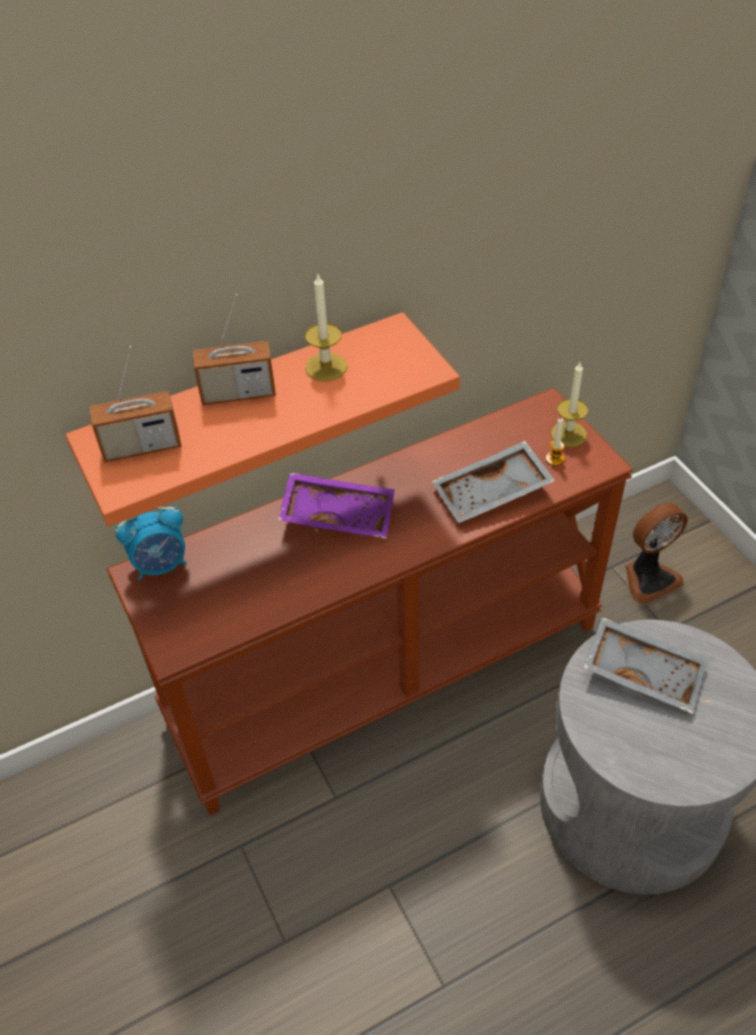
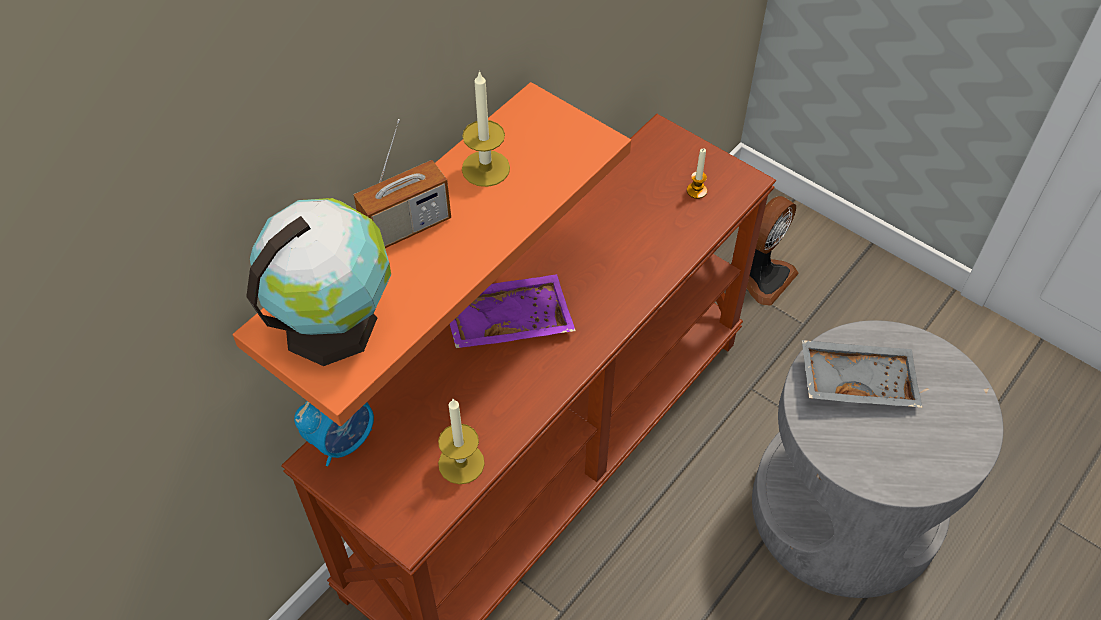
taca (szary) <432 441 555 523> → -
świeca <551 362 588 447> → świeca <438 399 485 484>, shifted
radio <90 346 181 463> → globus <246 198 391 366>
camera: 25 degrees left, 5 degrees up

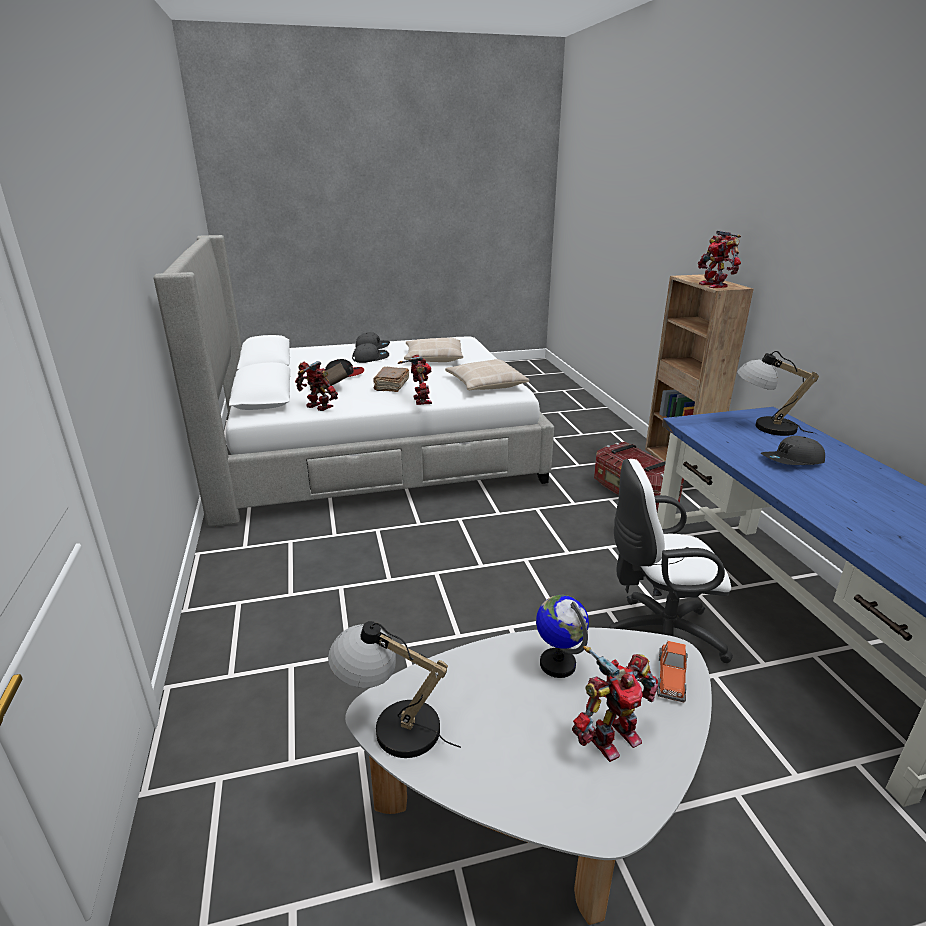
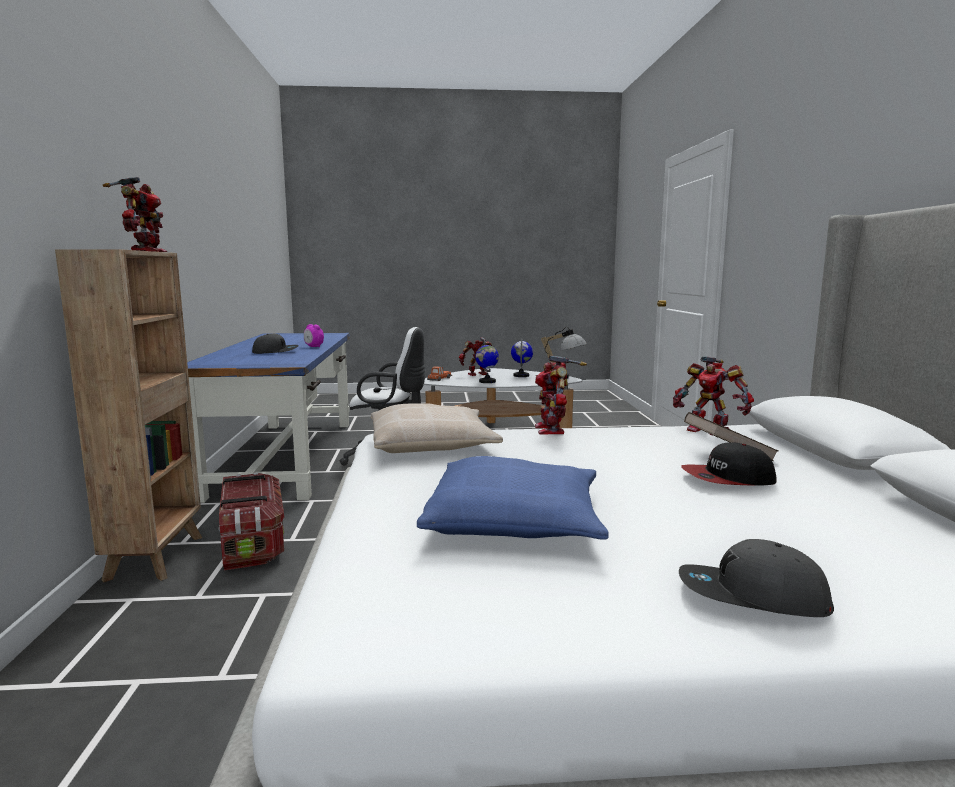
czapka z daszkiem (szary) <352 343 389 363> → -
książka (brązowy) <373 367 409 392> → -
lampa stołowa <737 351 819 436> → -
- → budzik <304 324 324 347>
- → globus <511 339 533 377>
poduszka (beżowy) <404 338 463 362> → poduszka (niebieski) <417 456 609 540>
camera: 170 degrees left, 15 degrees down

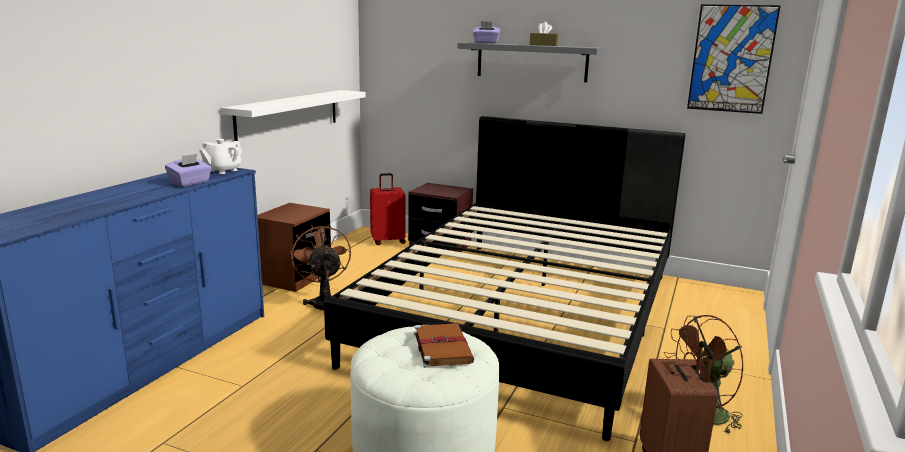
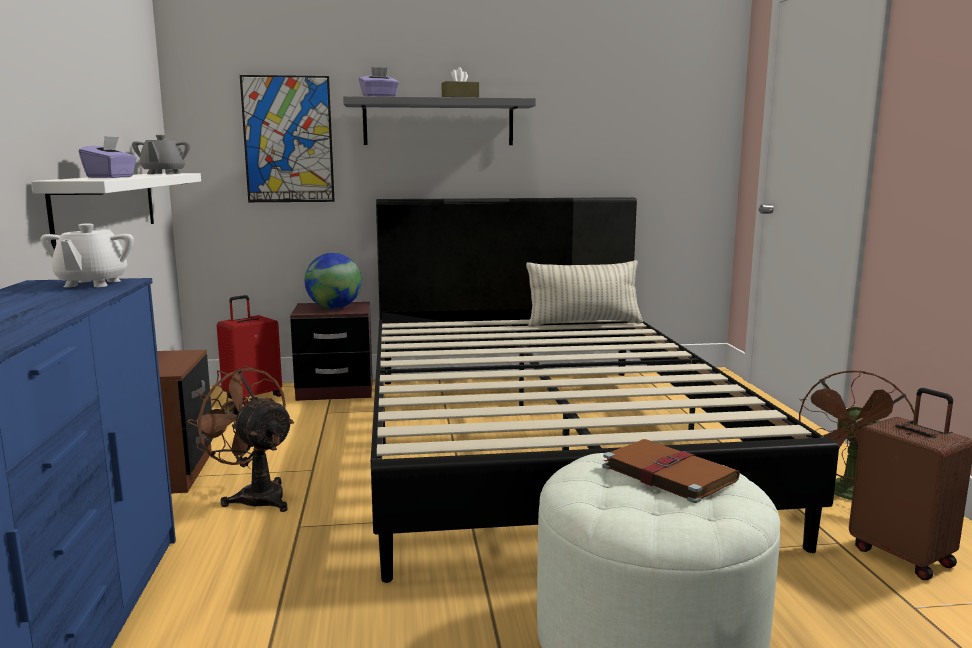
- → imbryk (szary) <132 135 190 174>
- → globus <305 253 362 309>
- → poduszka <526 260 643 327>
pudełko chusteczek (fioletowy) <165 154 212 187> → pudełko chusteczek (fioletowy) <79 136 137 178>, shifted
obraz <687 4 781 114> → obraz <240 75 335 202>, shifted
camera: 30 degrees left, 5 degrees down

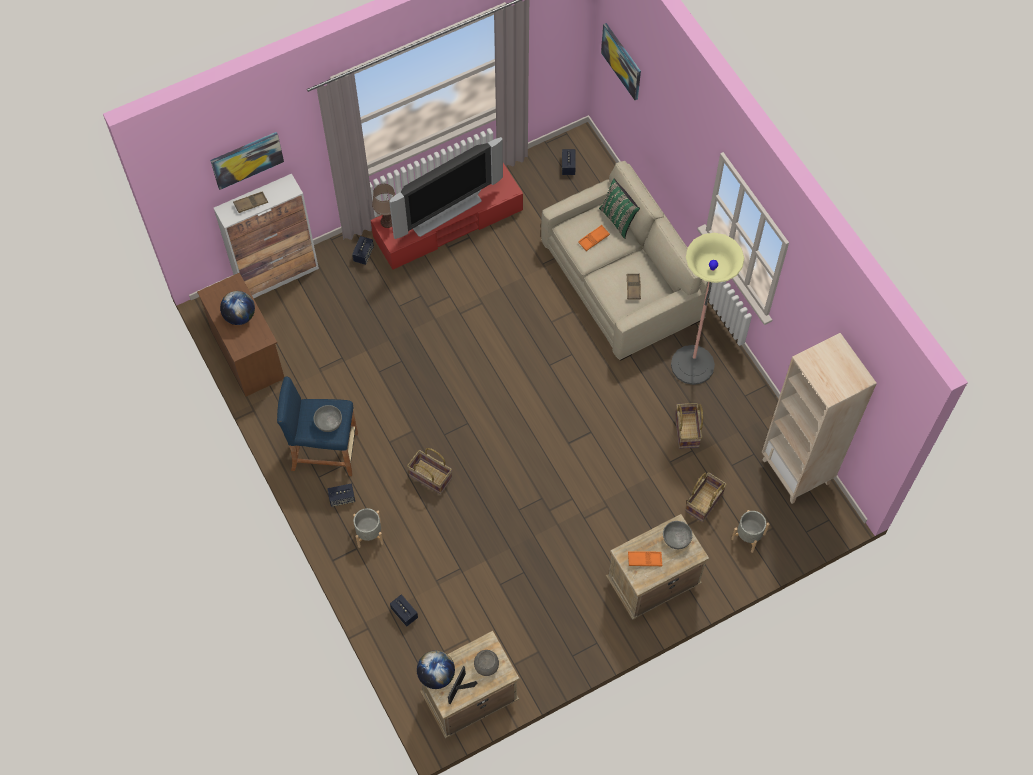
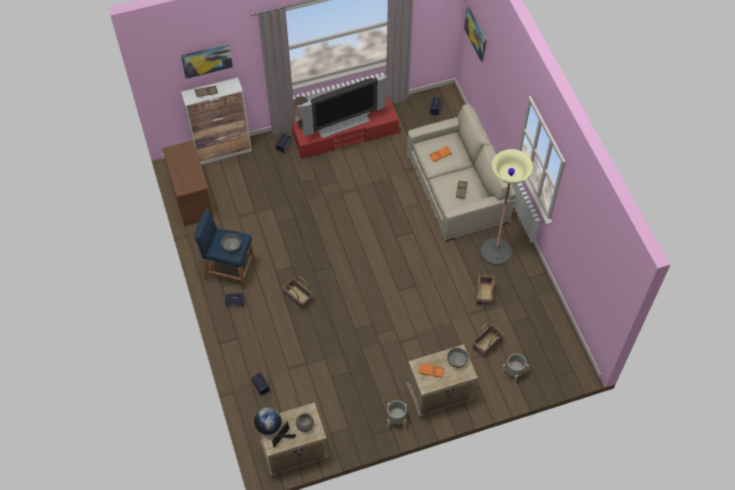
globus <220 291 255 325> → -
poduszka (zielony) <599 179 640 239> → -
regał (beżowy) <762 333 877 504> → -
donica (szary) <353 508 384 548> → donica (szary) <387 401 407 429>, shifted
camera: 10 degrees right, 5 degrees down

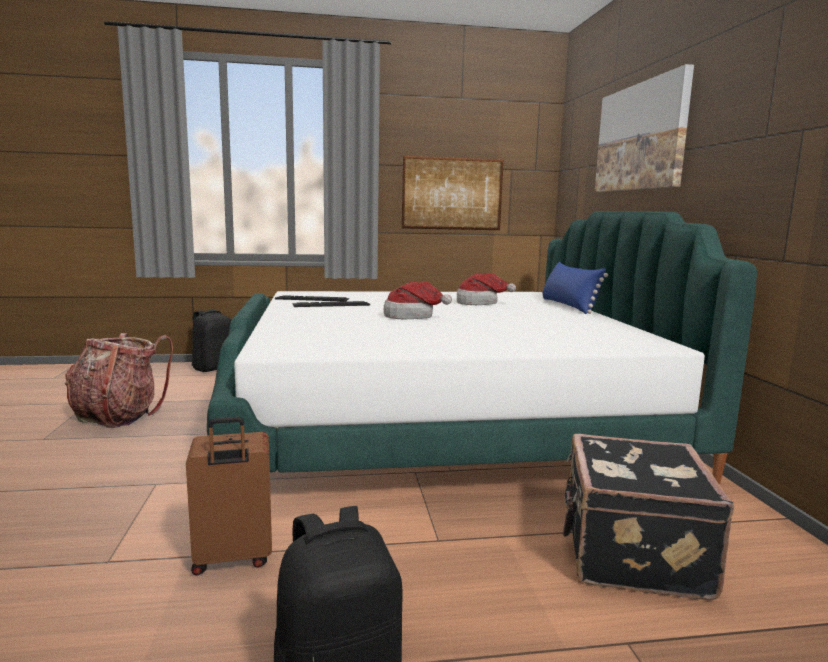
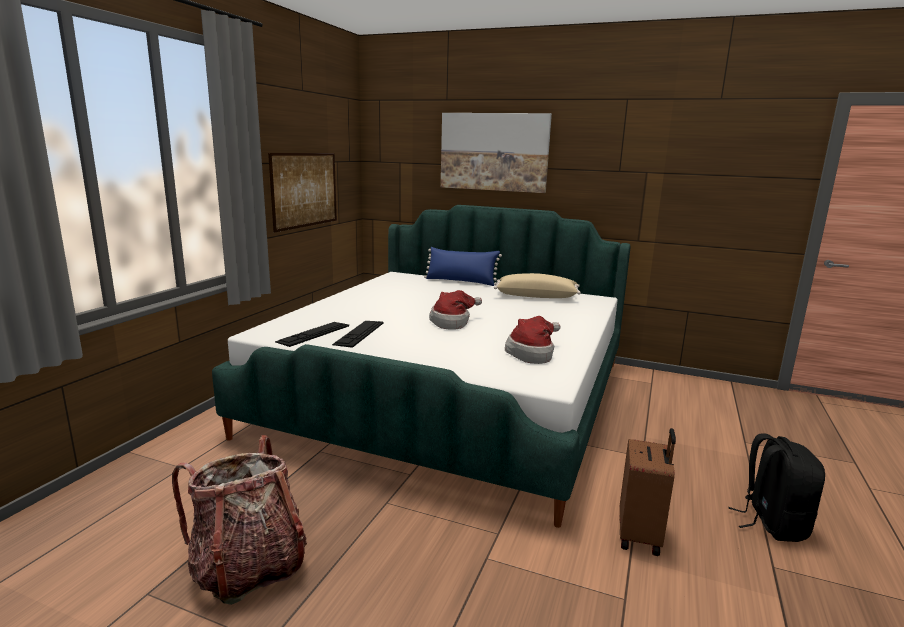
plecak (czarny) <192 309 232 372> → -
walizka (czarny) <563 434 734 600> → -
- → poduszka (beżowy) <494 273 581 298>
kapelusz <457 273 516 305> → kapelusz <505 316 560 364>, shifted
camera: 60 degrees left, 5 degrees up

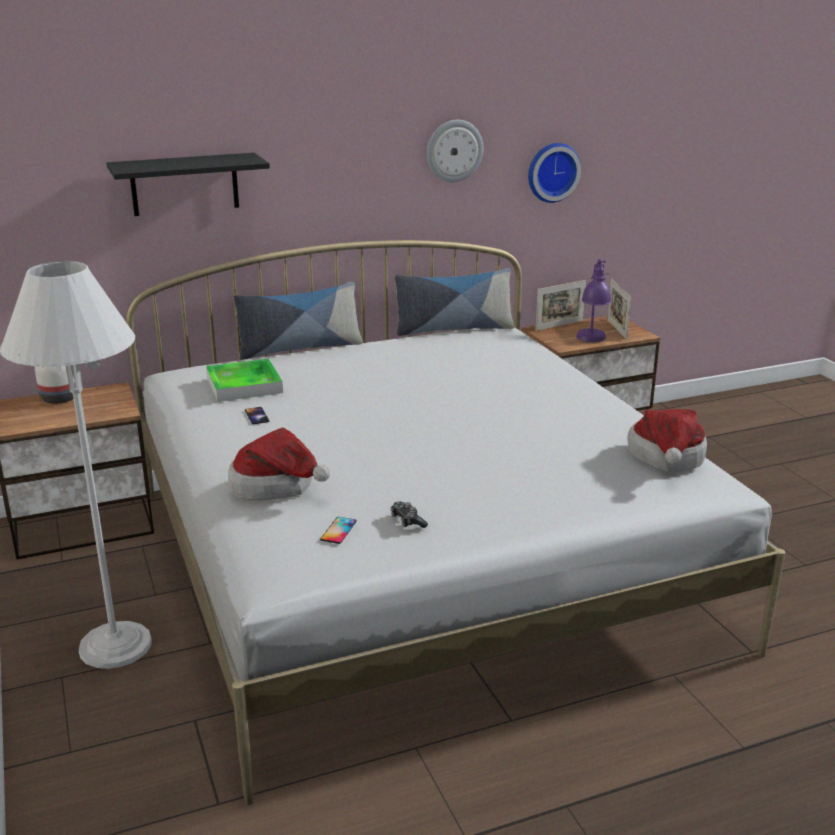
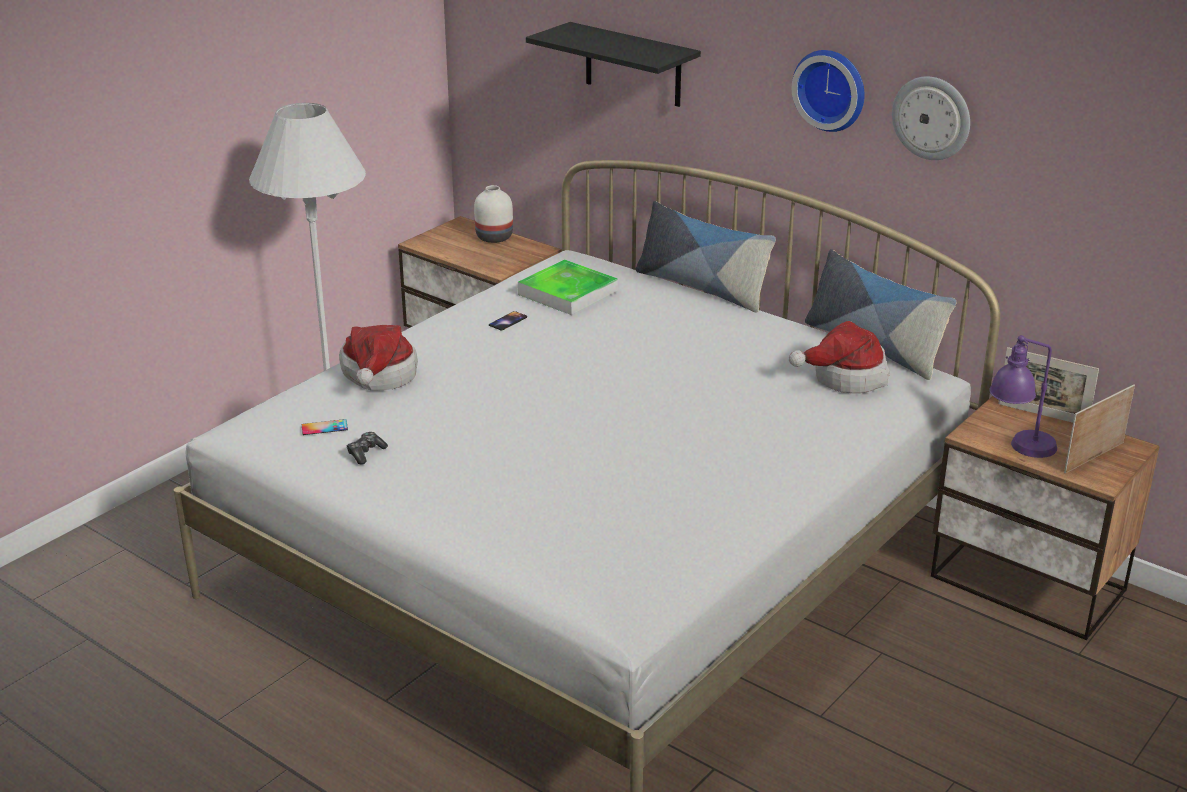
zegar ścienny <528 143 581 203> → zegar ścienny <792 50 864 132>, shifted
kapelusz <628 409 707 471> → kapelusz <789 321 889 393>, shifted
camera: 60 degrees right, 5 degrees up

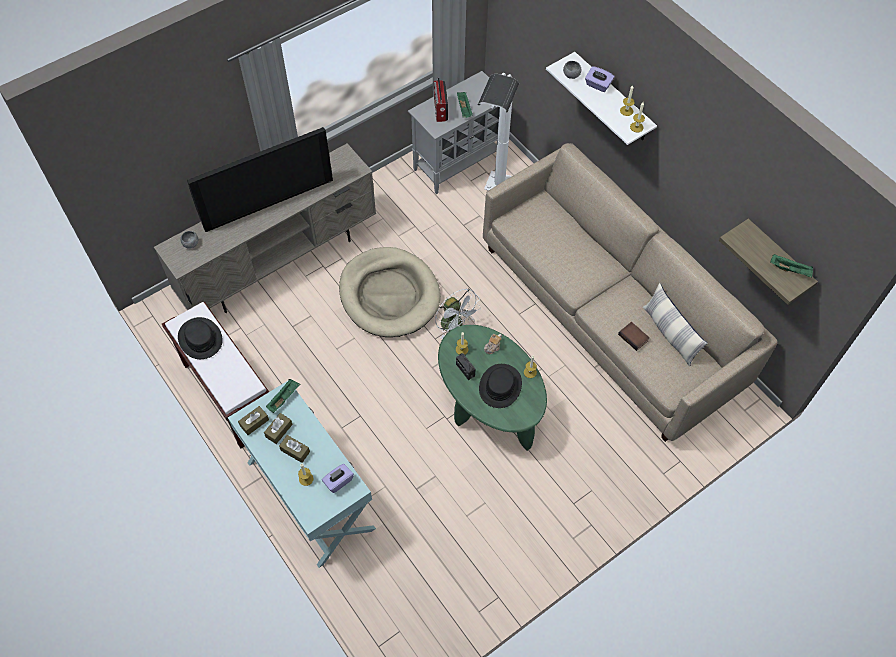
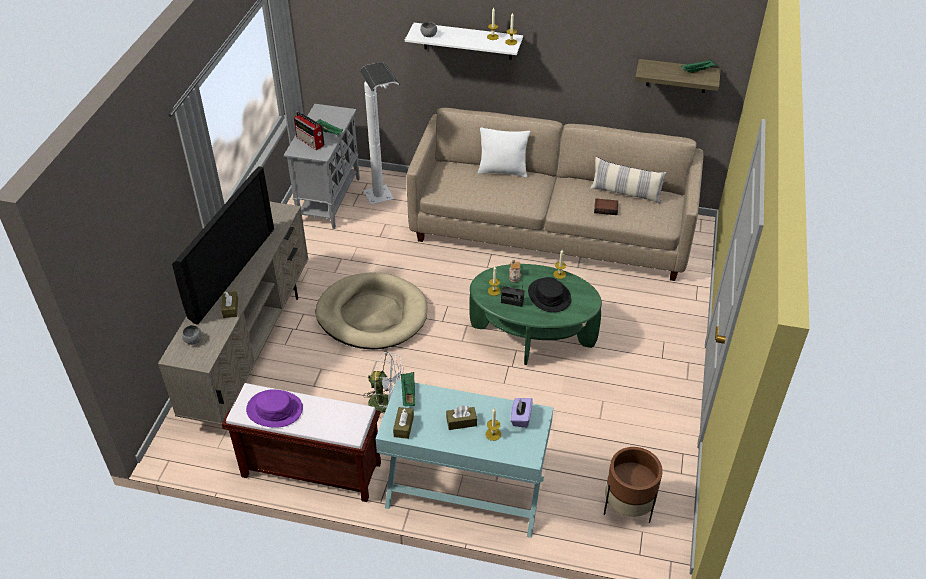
pudełko chusteczek (fioletowy) <585 66 614 92> → -
- → poduszka (biały) <478 127 530 177>
- → donica (brązowy) <604 447 663 523>
pudełko chusteczek (brązowy) <264 413 292 444> → pudełko chusteczek (brązowy) <221 291 238 318>, shifted
wentylator (biały) <435 288 481 339> → wentylator (biały) <363 352 404 419>, shifted
kapelusz (czarny) <178 317 223 359> → kapelusz (fioletowy) <246 389 303 428>
camera: 40 degrees left, 15 degrees down

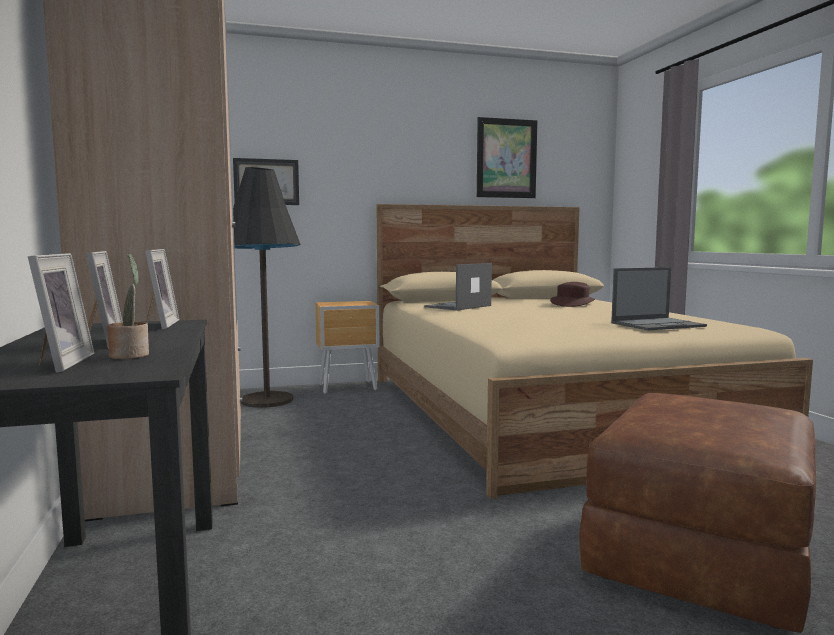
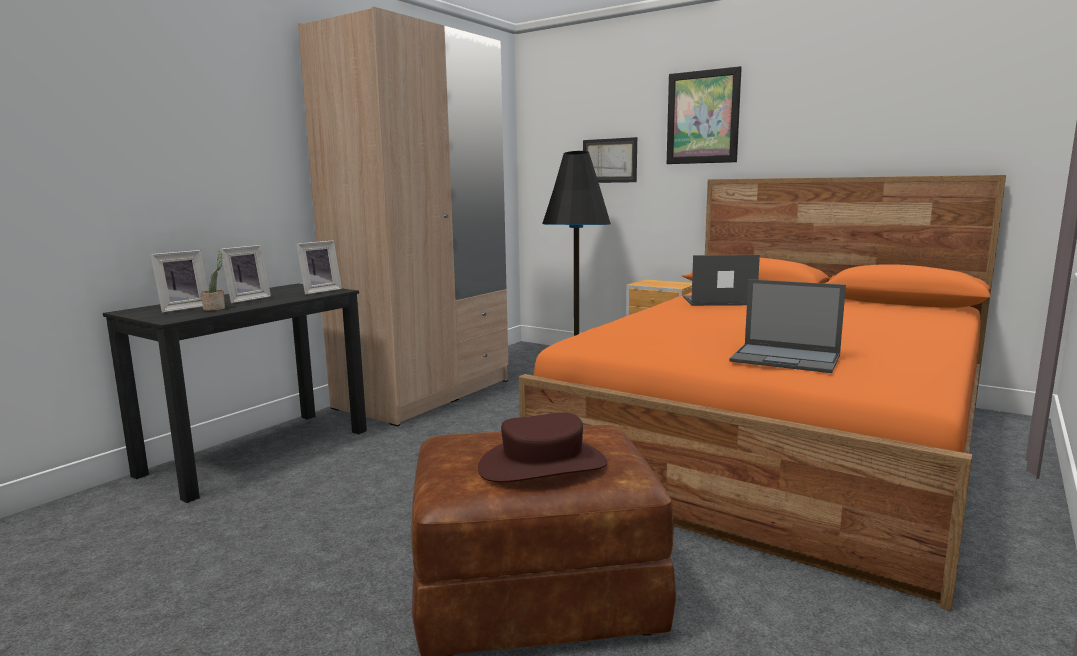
obraz <477 117 537 198> → obraz <667 66 742 164>, shifted
kapelusz (brązowy) <550 282 595 307> → kapelusz (brązowy) <478 412 607 482>, shifted
łóżko (beżowy) <377 204 813 499> → łóżko (pomarańczowy) <519 175 1006 611>
camera: 50 degrees right, 5 degrees up

